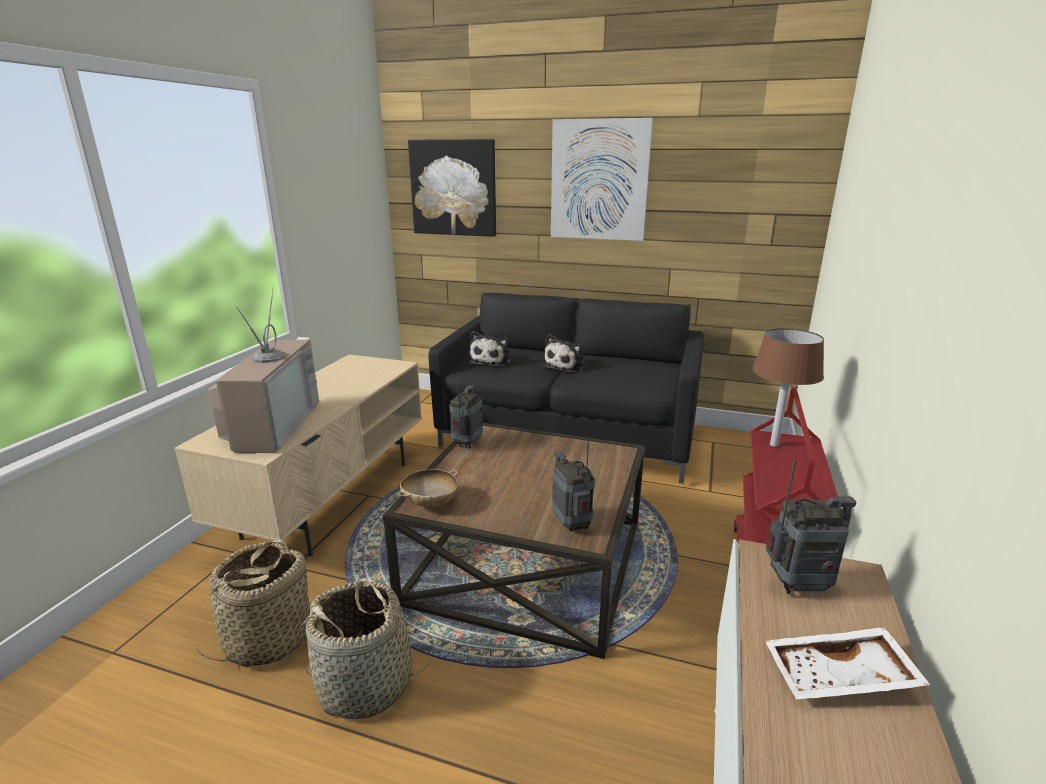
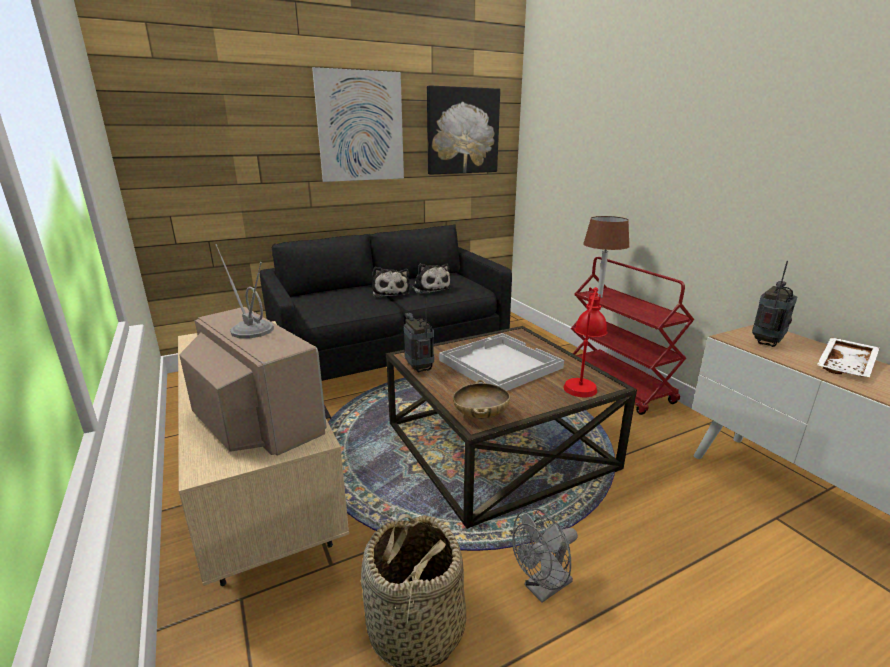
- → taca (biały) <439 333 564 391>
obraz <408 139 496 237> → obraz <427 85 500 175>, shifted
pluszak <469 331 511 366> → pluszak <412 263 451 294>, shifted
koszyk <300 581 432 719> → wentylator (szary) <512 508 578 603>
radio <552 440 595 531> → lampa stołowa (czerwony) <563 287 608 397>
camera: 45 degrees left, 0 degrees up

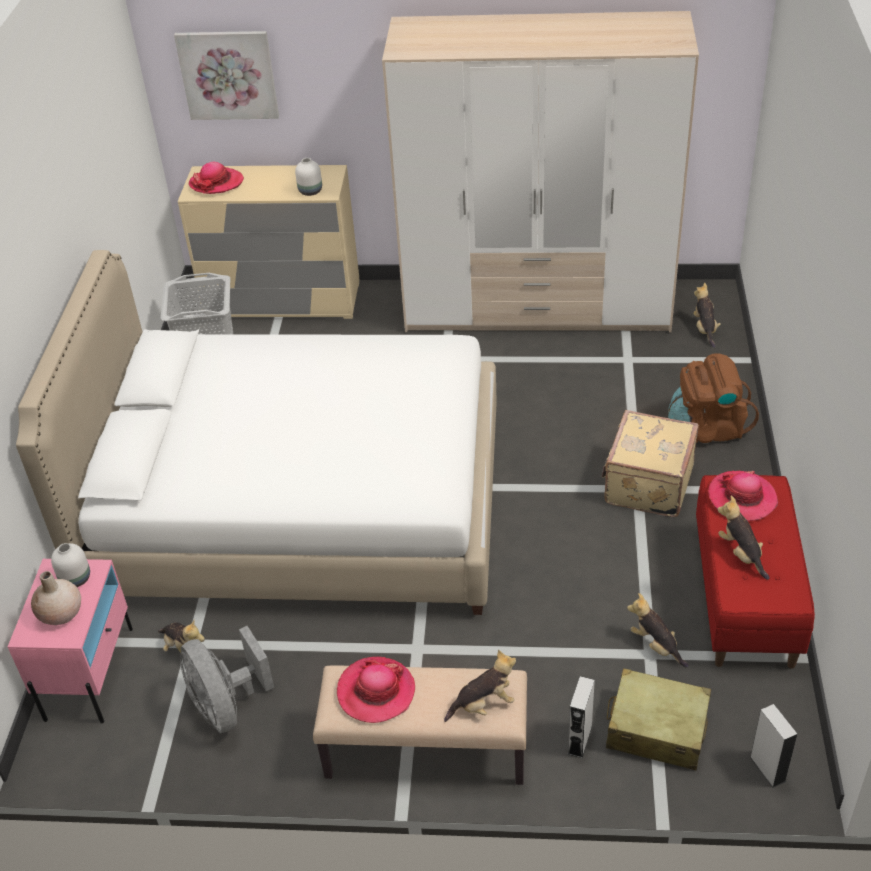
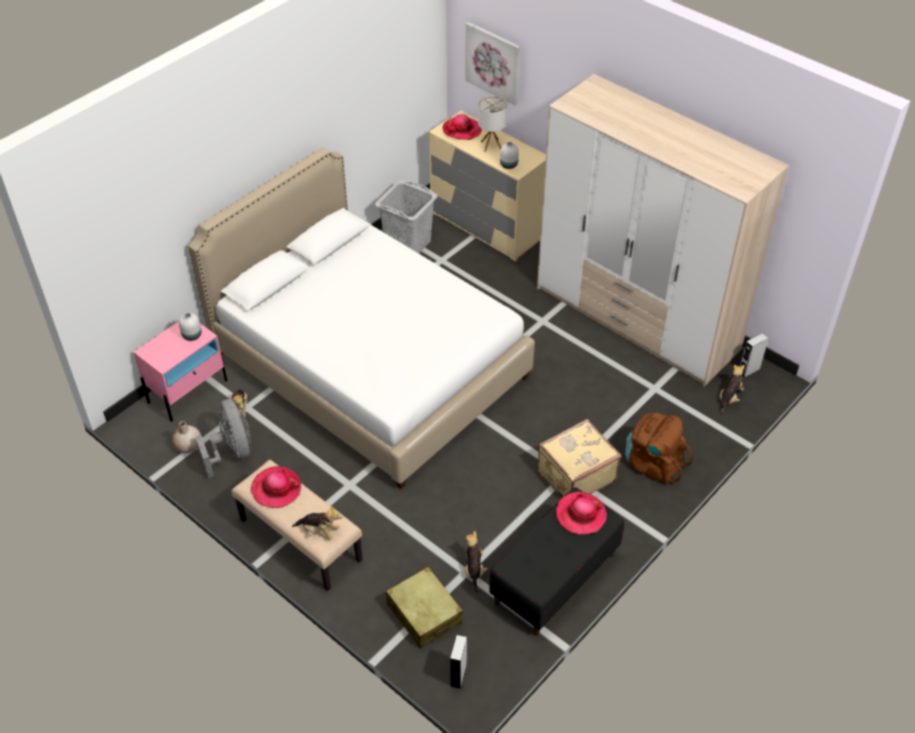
pluszak <718 495 770 580> → -
- → lampa stołowa <478 96 507 152>
wazon (beżowy) <31 571 81 625> → wazon (beżowy) <172 421 201 453>, shifted
głośnik (szary) <568 676 595 758> → głośnik (szary) <740 333 769 378>, shifted
ławka (czerwony) <696 475 815 669> → ławka (czarny) <489 487 624 636>
wentylator (szary) <180 626 274 733> → wentylator (szary) <195 399 251 478>, 150 degrees clockwise
camera: 35 degrees right, 5 degrees up

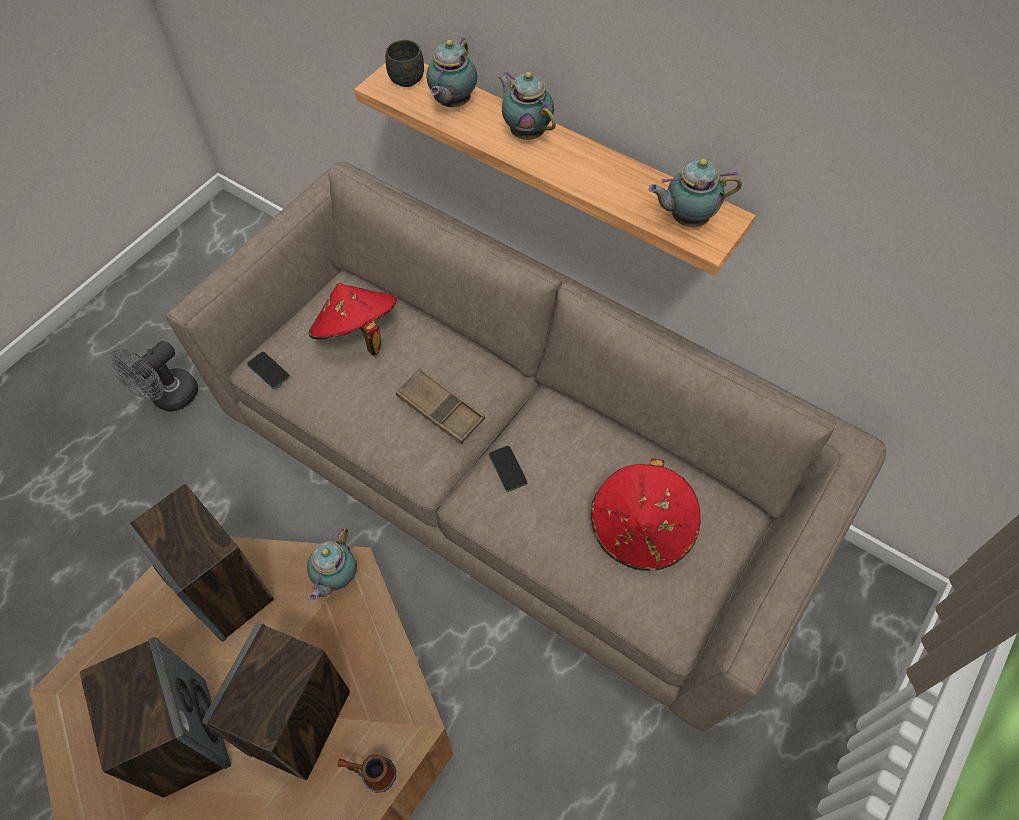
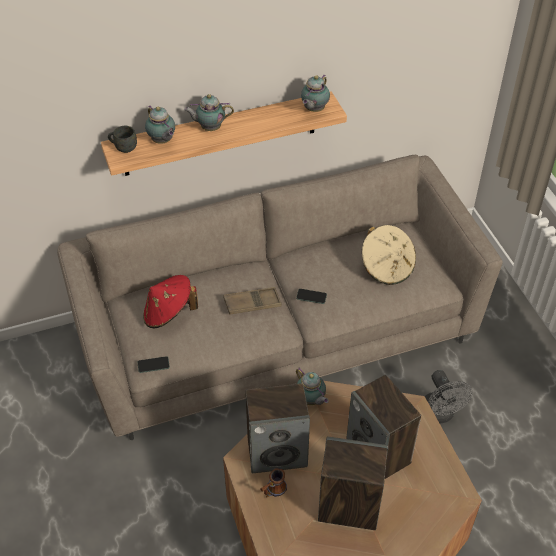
wentylator (szary) <109 341 198 411> → wentylator (szary) <425 370 473 424>, shifted
kubek <338 754 396 793> → kubek <260 468 287 497>, shifted
kapelusz (czerwony) <591 458 701 571> → kapelusz (beżowy) <362 225 416 285>
camera: 55 degrees left, 10 degrees down

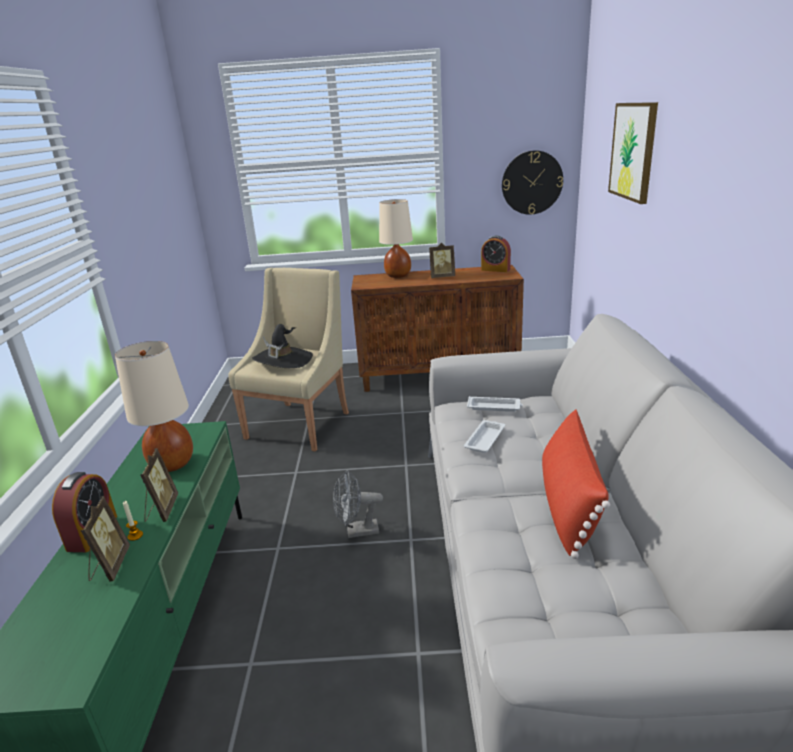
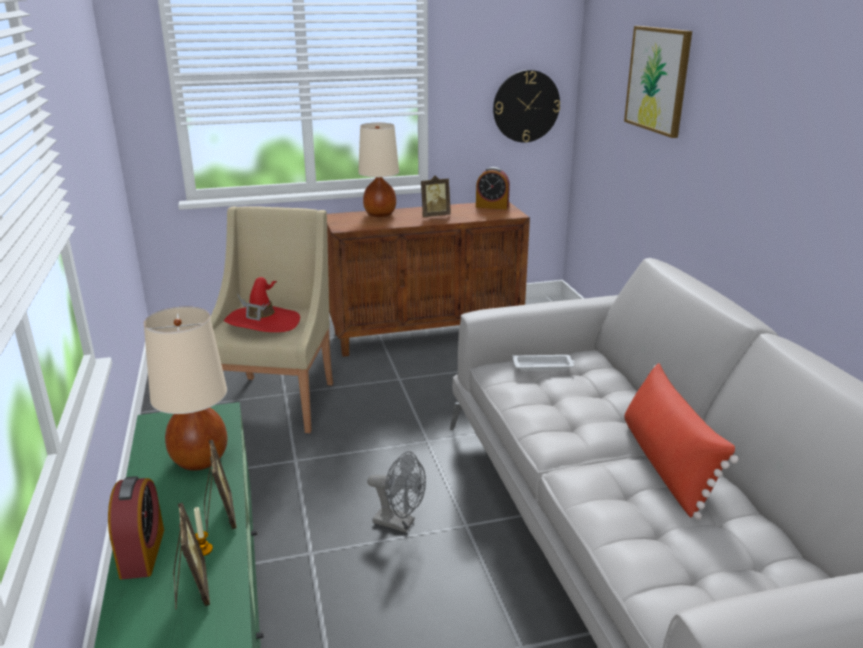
taca (biały) <464 420 505 453> → -
kapelusz (czarny) <252 324 313 368> → kapelusz (czerwony) <224 277 300 332>
wentylator (szary) <333 470 383 538> → wentylator (szary) <367 451 426 533>, 135 degrees counterclockwise
camera: 15 degrees left, 0 degrees up

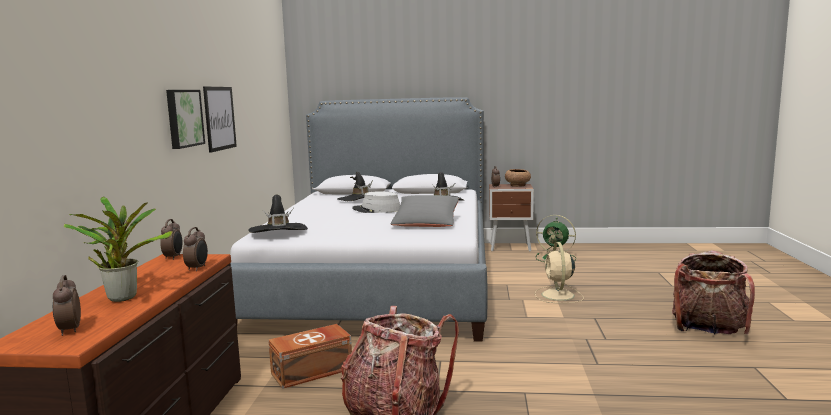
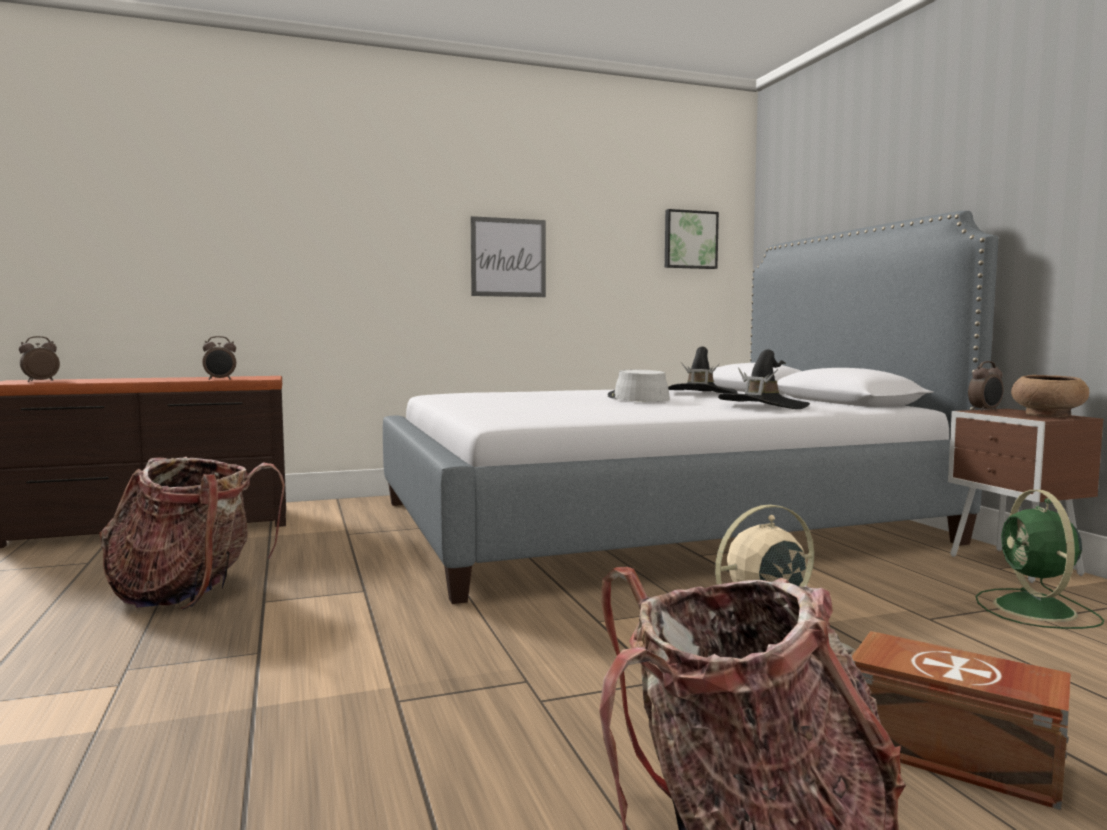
roślina doniczkowa <64 197 173 302> → -
budzik <160 219 182 260> → -
kapelusz (czarny) <249 195 308 233> → -
poduszka (szary) <391 195 459 227> → -
obraz <166 90 205 149> → obraz <665 209 719 269>, shifted
pojemnik do przechowywania (brązowy) <268 324 352 389> → pojemnik do przechowywania (brązowy) <852 631 1071 810>, shifted
camera: 65 degrees right, 5 degrees down

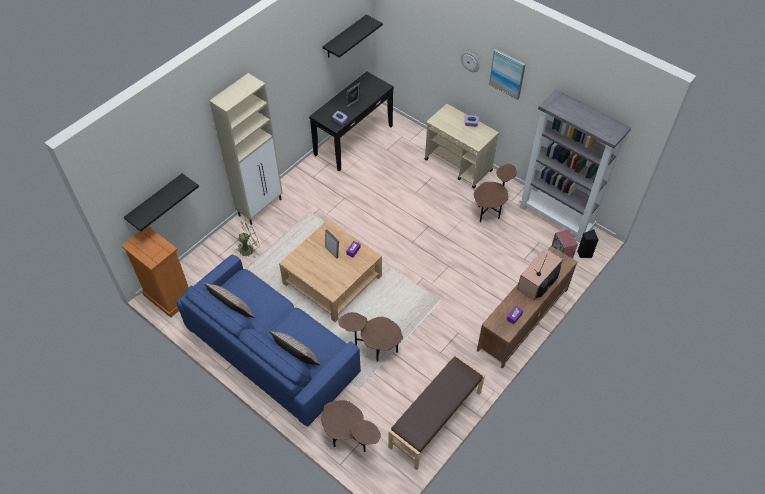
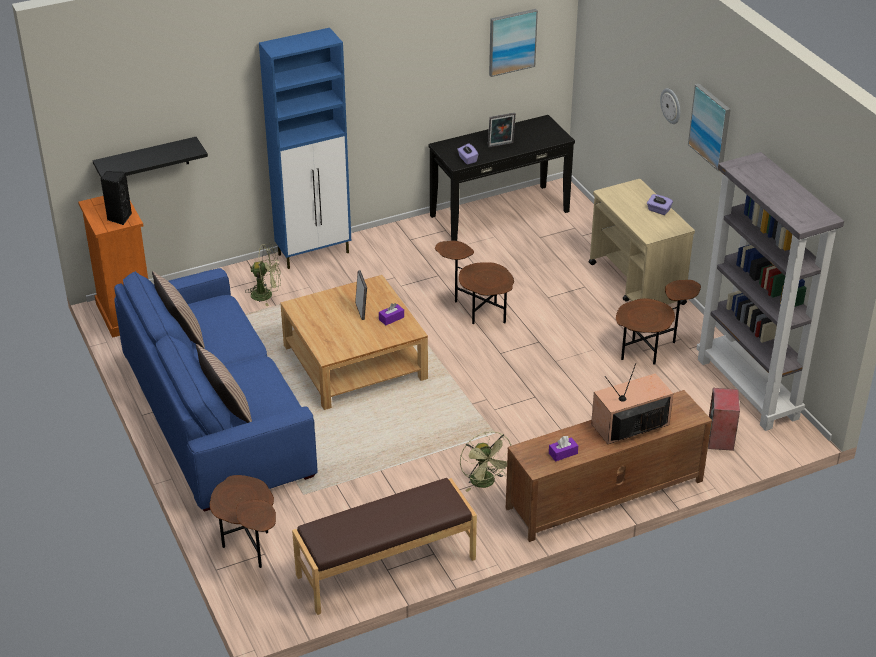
- → wentylator (zielony) <460 432 512 492>
stolik (brązowy) <339 312 403 362> → stolik (brązowy) <435 241 514 324>, shifted
głośnik (czarny) <577 230 599 258> → głośnik (czarny) <101 172 132 225>, shifted
półka (czarny) <323 15 383 58> → obraz <489 9 538 77>
szafka (beżowy) <209 73 283 225> → szafka (niebieski) <259 28 351 269>
camera: 25 degrees right, 15 degrees down

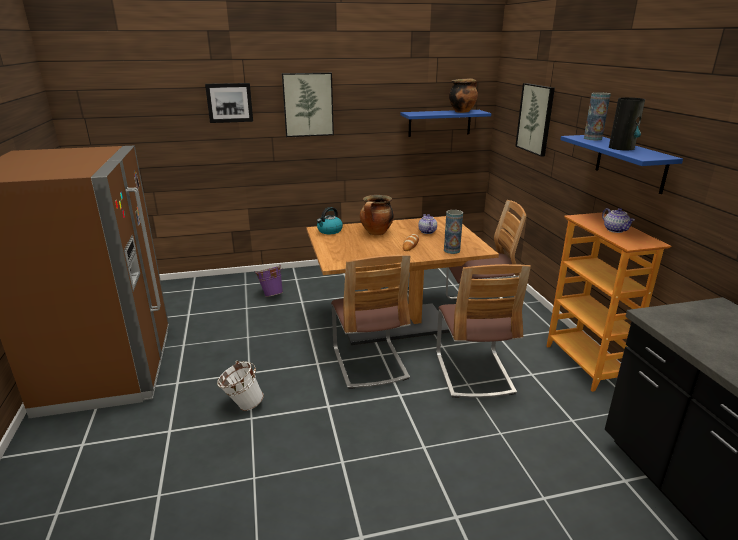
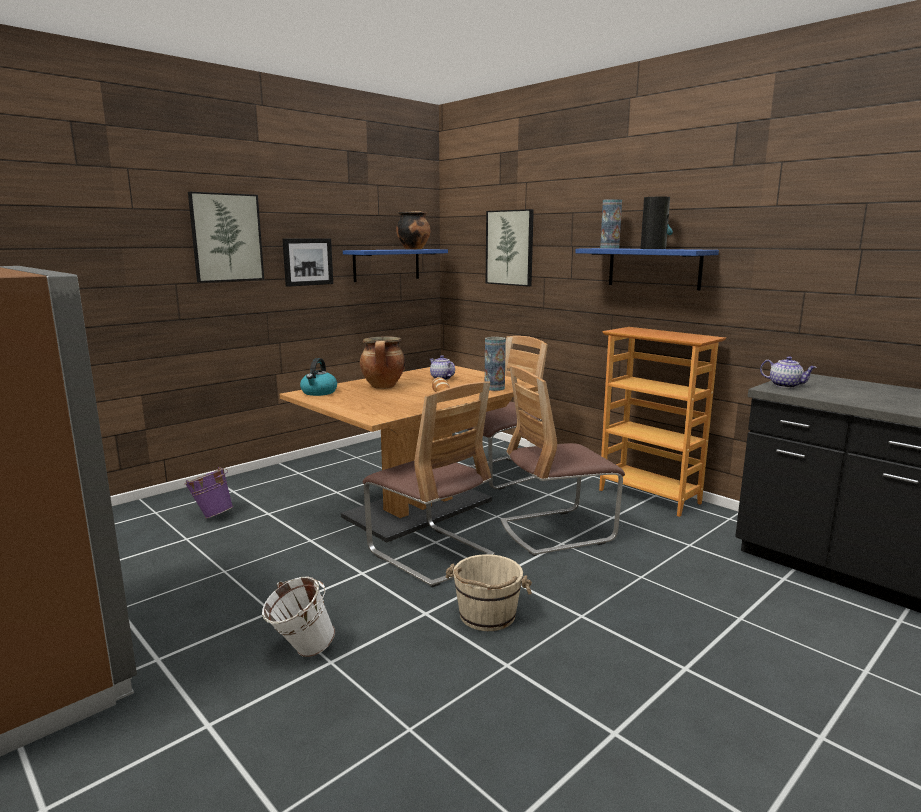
- → wiadro (beżowy) <446 554 532 631>
obraz <205 83 253 123> → obraz <282 239 333 287>, shifted
imbryk <602 208 635 233> → imbryk <760 356 817 388>, shifted
krzesło <436 264 531 398> → krzesło <501 366 625 556>, 105 degrees clockwise
camera: 30 degrees left, 10 degrees down

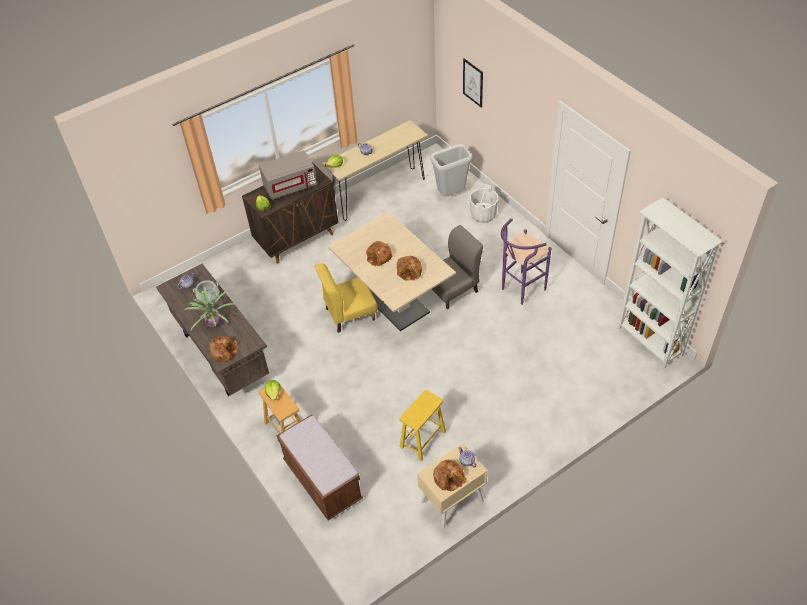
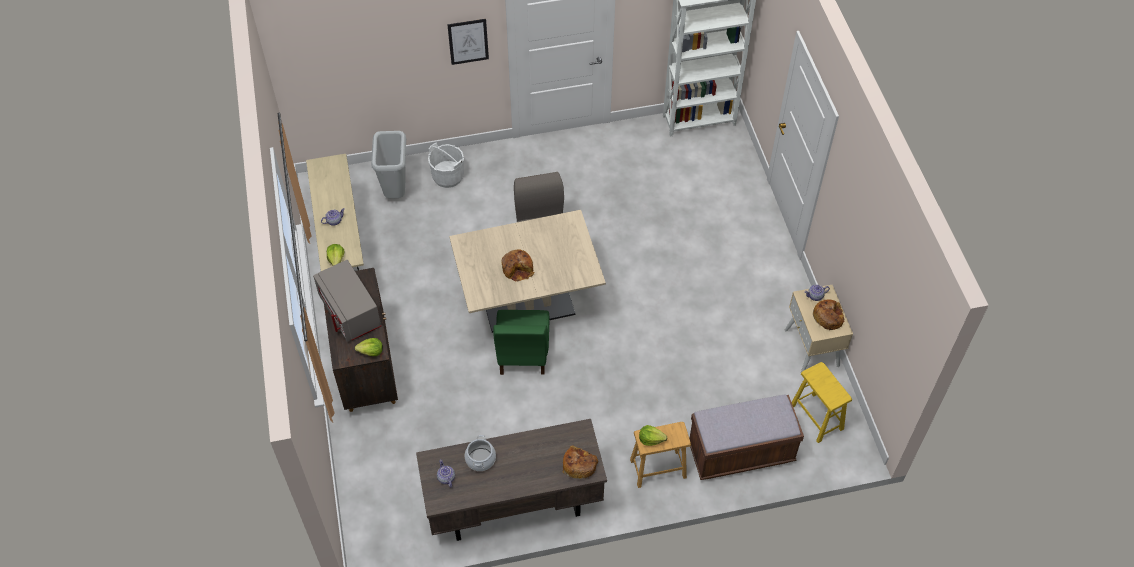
roślina doniczkowa <184 286 235 330> → -
chleb <397 256 422 281> → -
stołek (fioletowy) <501 218 551 305> → -
stołek (żółty) <399 390 446 461> → stołek (żółty) <792 362 852 443>, shifted
obraz <463 58 483 108> → obraz <447 19 489 65>, shifted
krzesło (żółty) <314 263 378 333> → krzesło (zielony) <493 310 550 375>
mikrofalówka (szary) <259 150 317 200> → mikrofalówka (szary) <313 260 381 342>, 150 degrees clockwise
camera: 70 degrees left, 5 degrees up

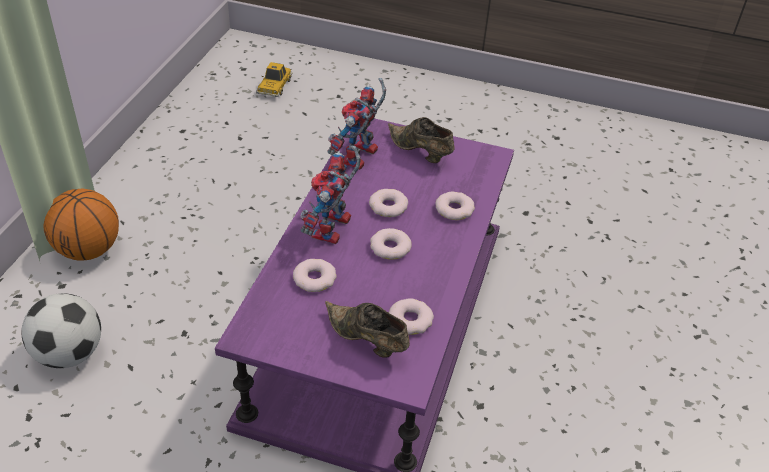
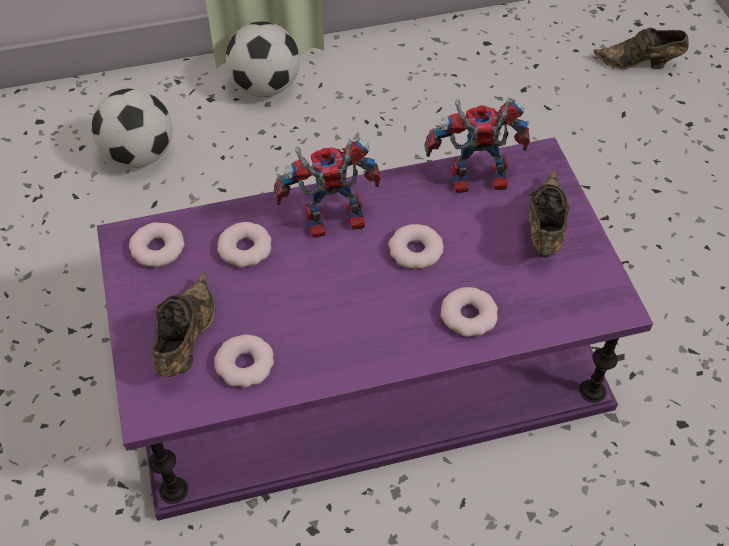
donut <370 228 412 260> → donut <129 222 184 267>, shifted
piłka do koszykówki <44 188 119 261> → piłka futbolowa <226 21 300 97>
samochodzik <256 62 293 97> → but (brązowy) <594 28 689 69>
camera: 60 degrees right, 10 degrees up

